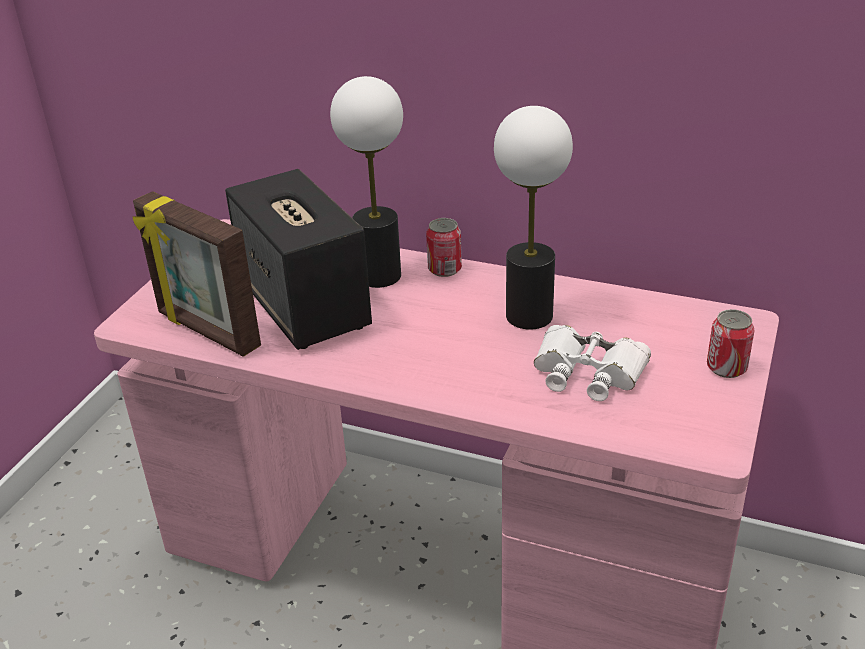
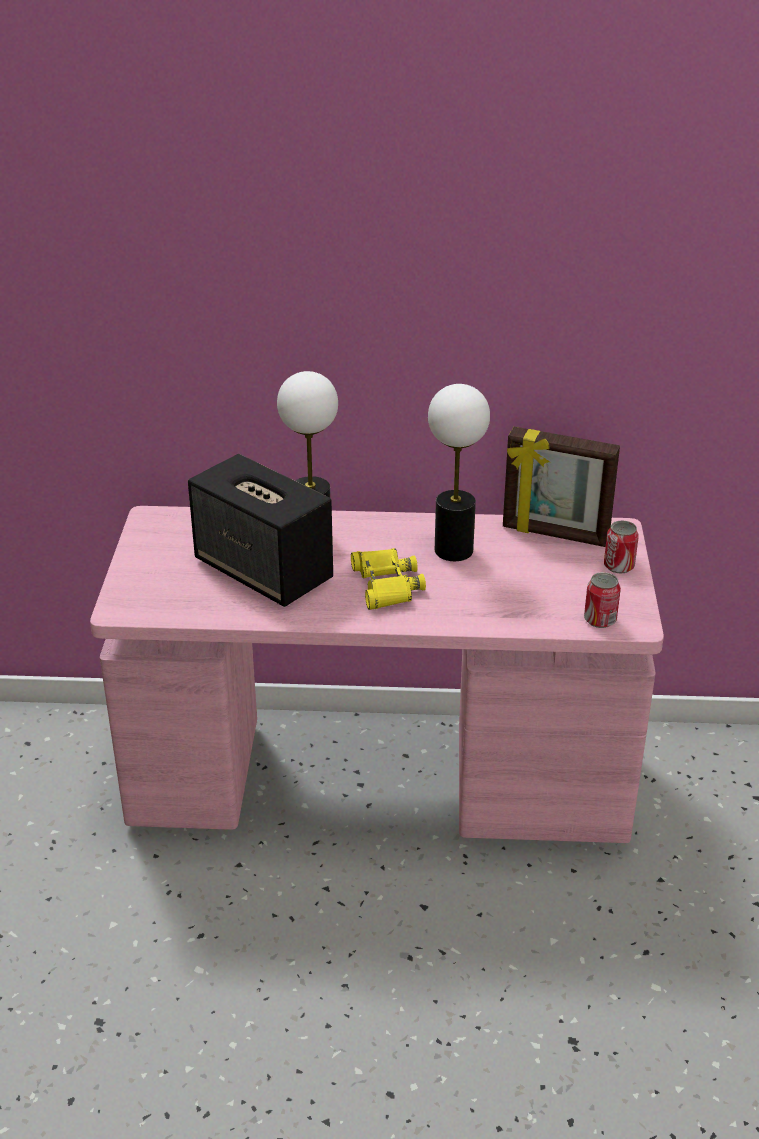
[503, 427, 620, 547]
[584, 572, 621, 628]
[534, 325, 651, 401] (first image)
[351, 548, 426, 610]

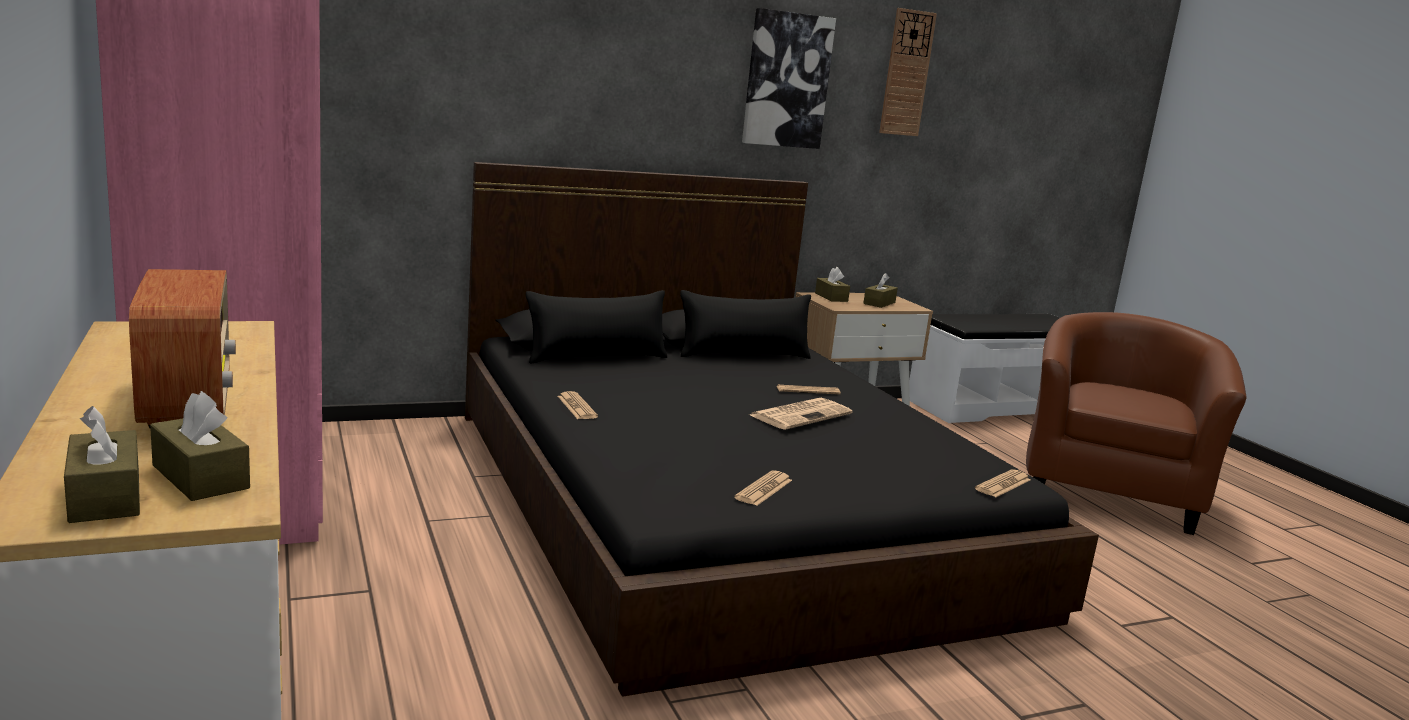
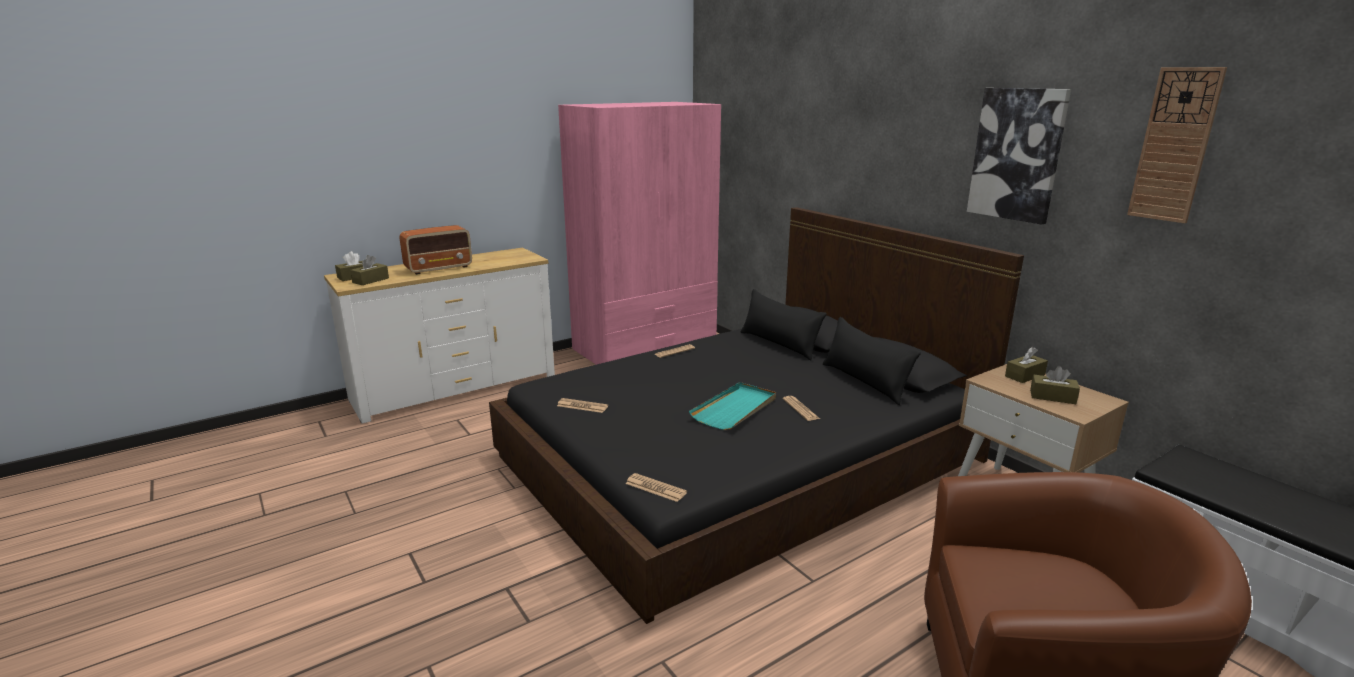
[689, 382, 776, 430]

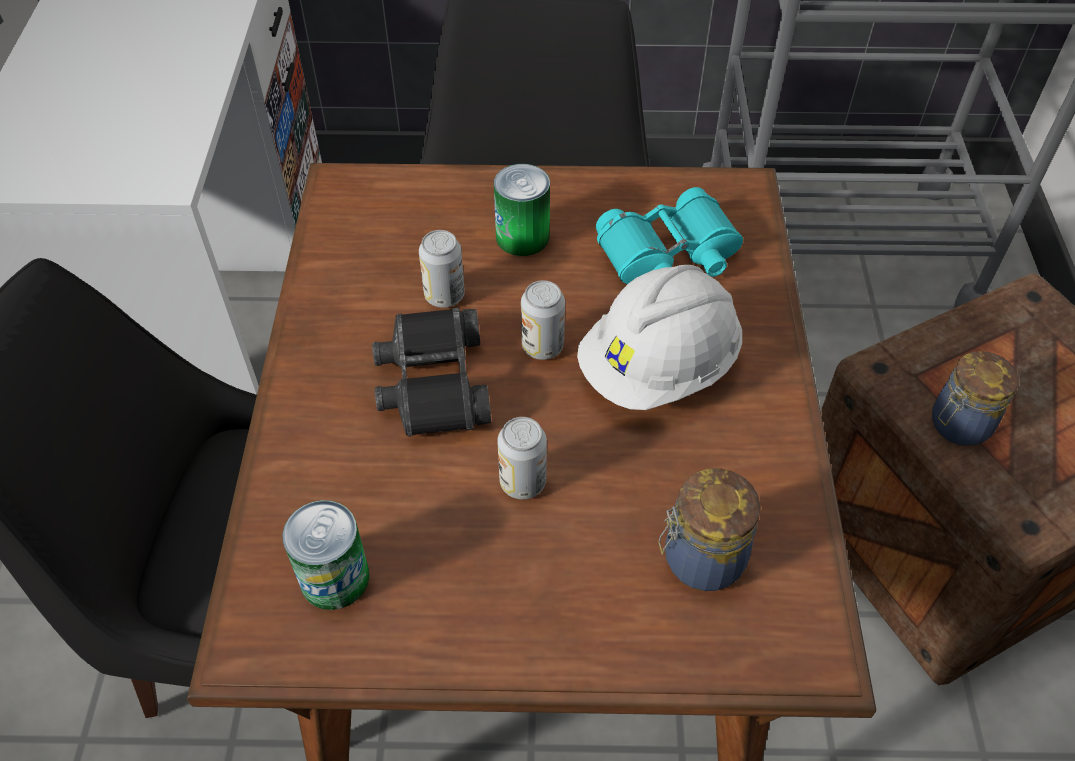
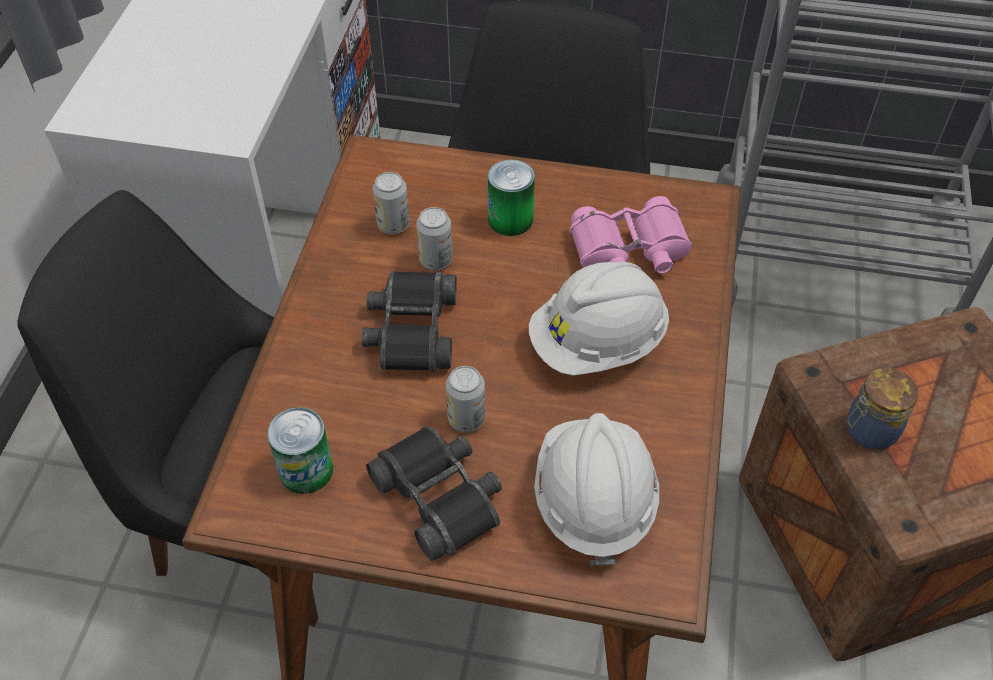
[373, 172, 410, 234]
[569, 196, 692, 274]
[534, 413, 659, 565]
[366, 426, 502, 561]

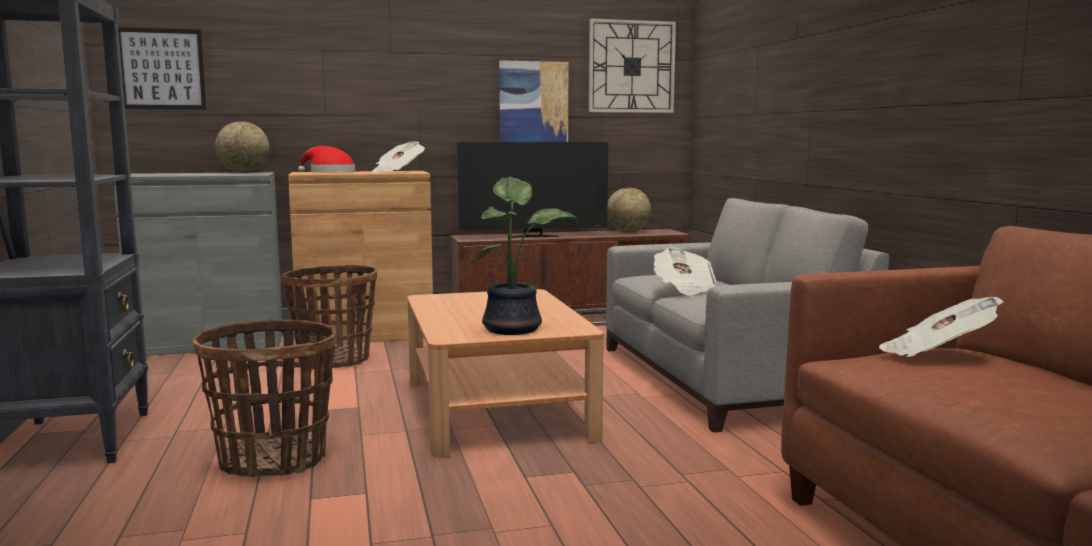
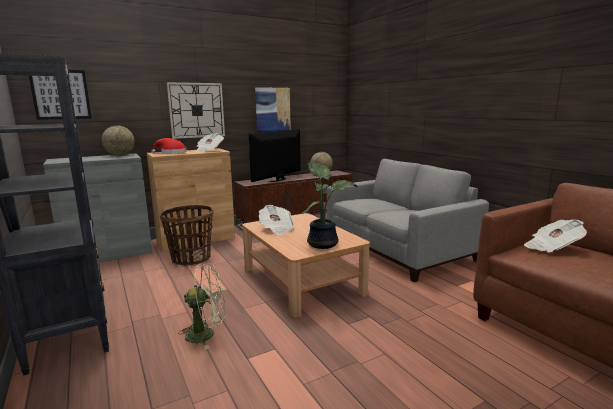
[178, 263, 225, 349]
[249, 129, 301, 182]
[167, 82, 225, 139]
[259, 205, 294, 235]

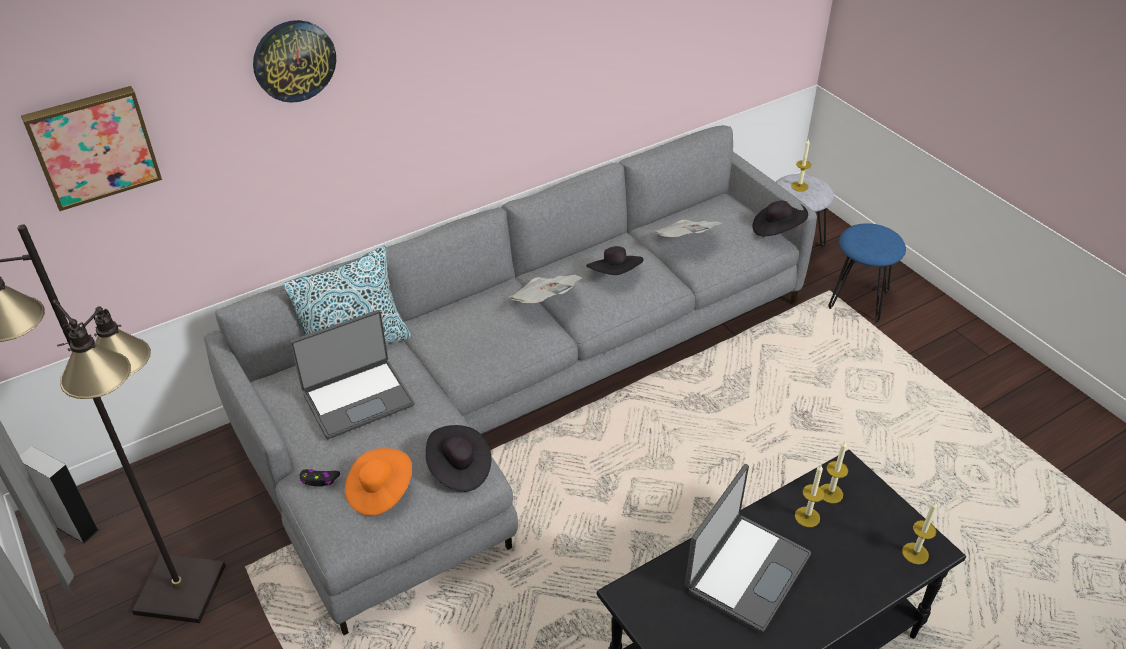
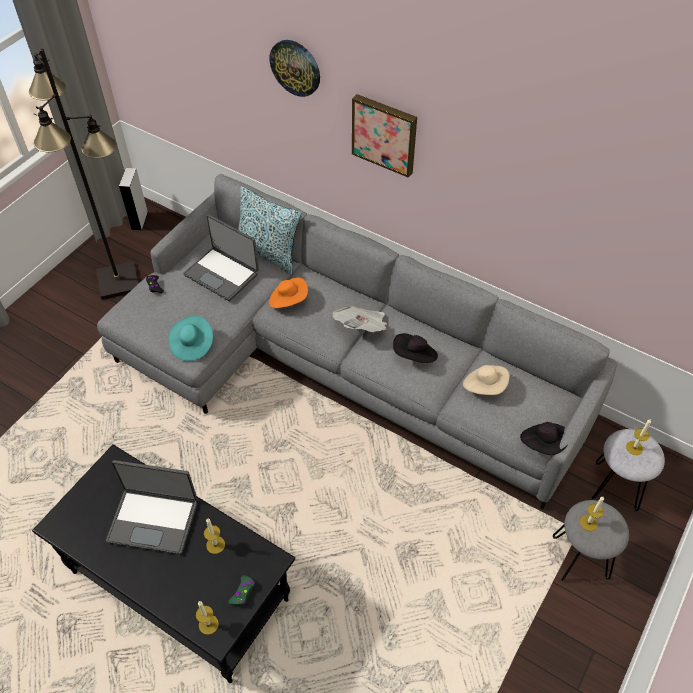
[352, 94, 417, 178]
[269, 278, 308, 308]
[168, 315, 213, 361]
[463, 365, 510, 395]
[580, 496, 604, 531]
[553, 500, 629, 582]
[228, 575, 255, 605]

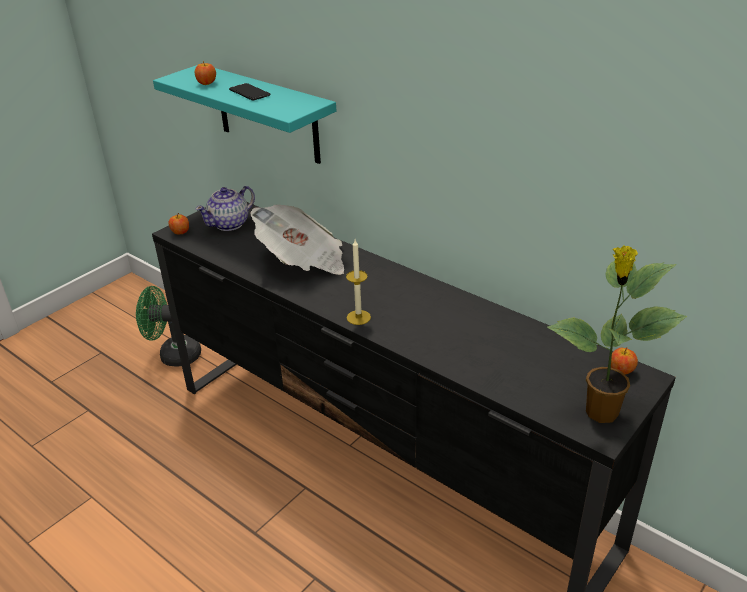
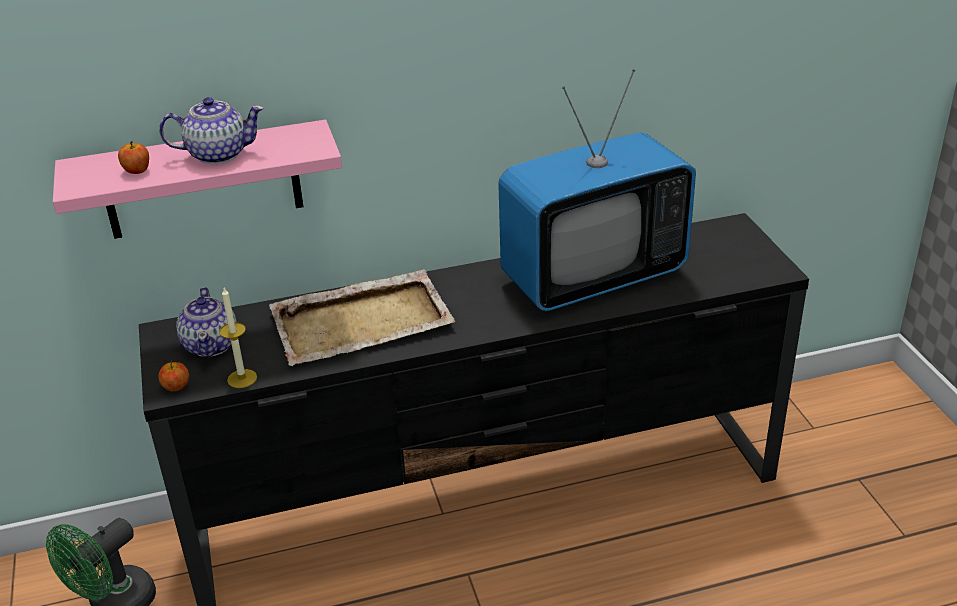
[53, 120, 342, 239]
[159, 97, 264, 164]
[269, 269, 455, 366]
[219, 288, 257, 388]
[547, 246, 687, 423] (first image)
[611, 347, 638, 375] (first image)
[498, 69, 696, 311]

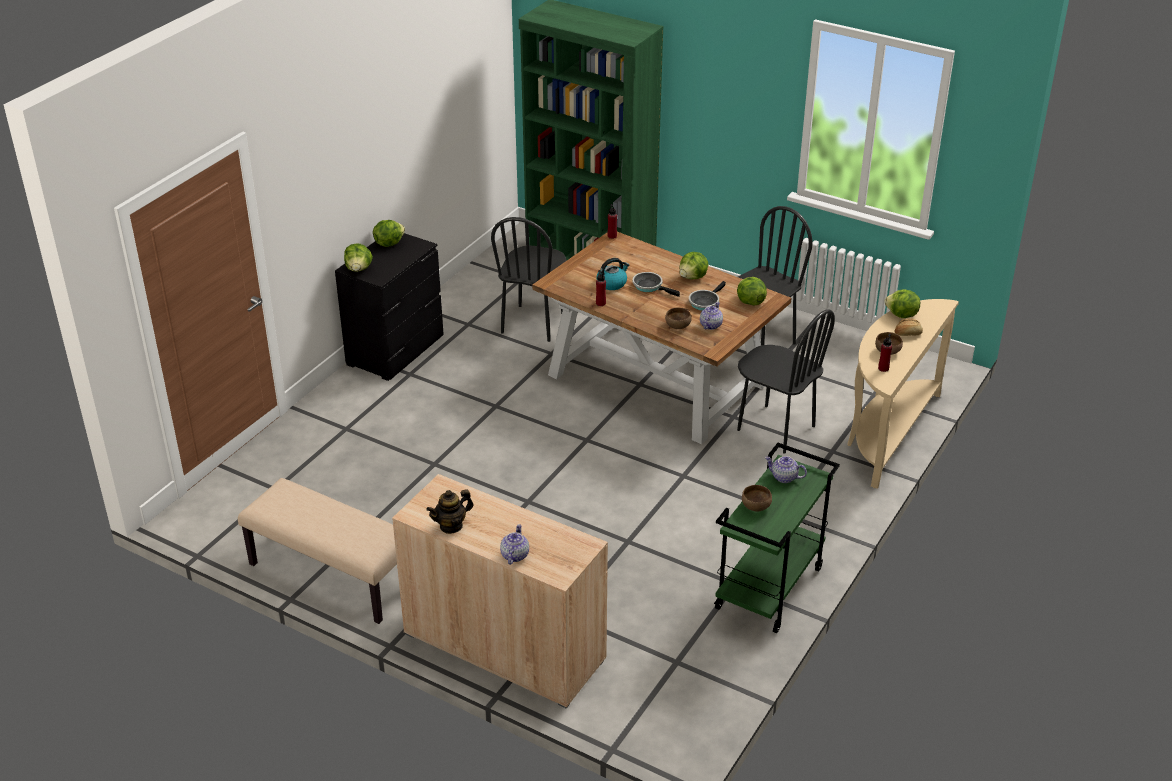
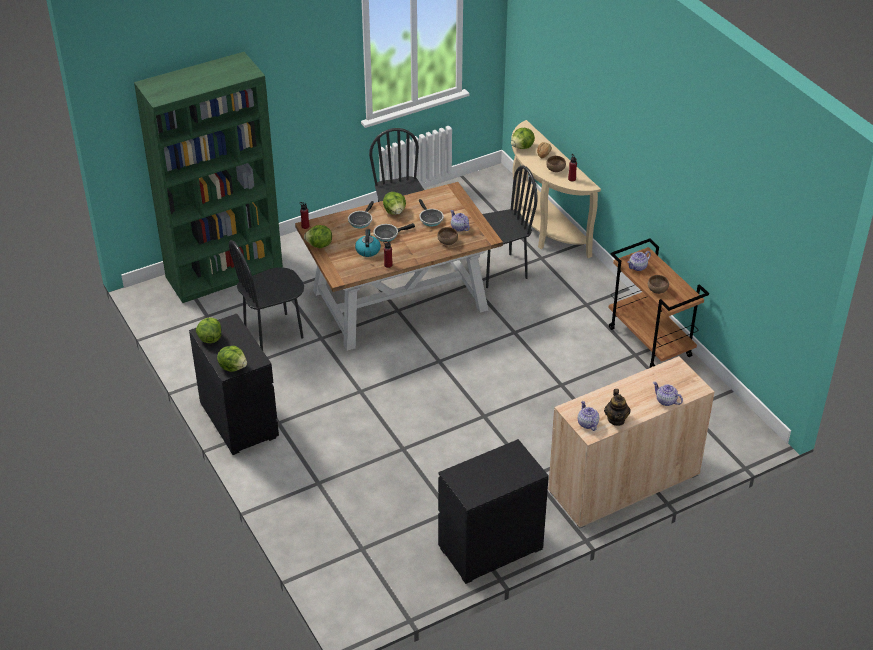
[438, 439, 549, 584]
[229, 240, 304, 350]
[609, 238, 709, 368]
[304, 225, 332, 248]
[348, 201, 374, 228]
[578, 401, 599, 431]

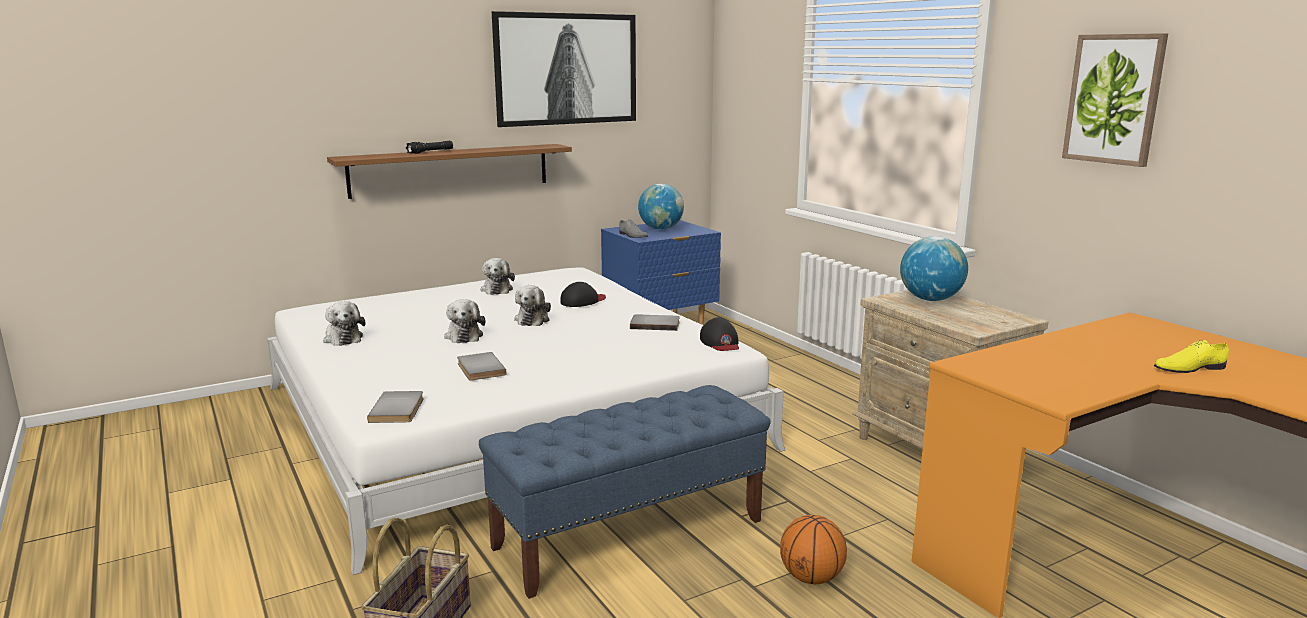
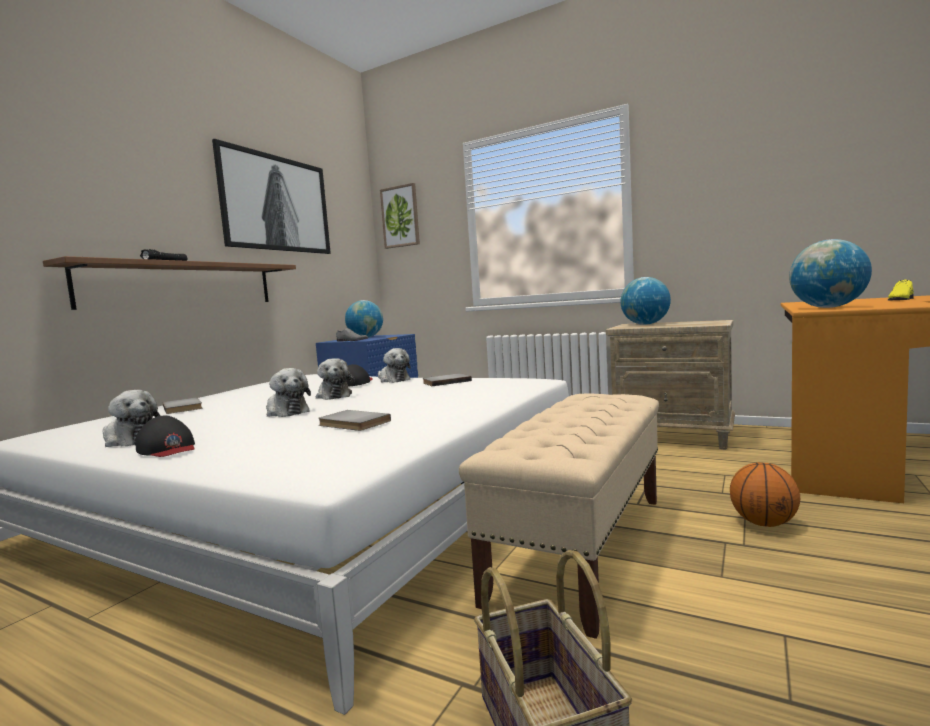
[163, 397, 203, 414]
[459, 393, 659, 639]
[378, 348, 410, 383]
[135, 416, 195, 457]
[380, 183, 420, 249]
[789, 239, 872, 308]

